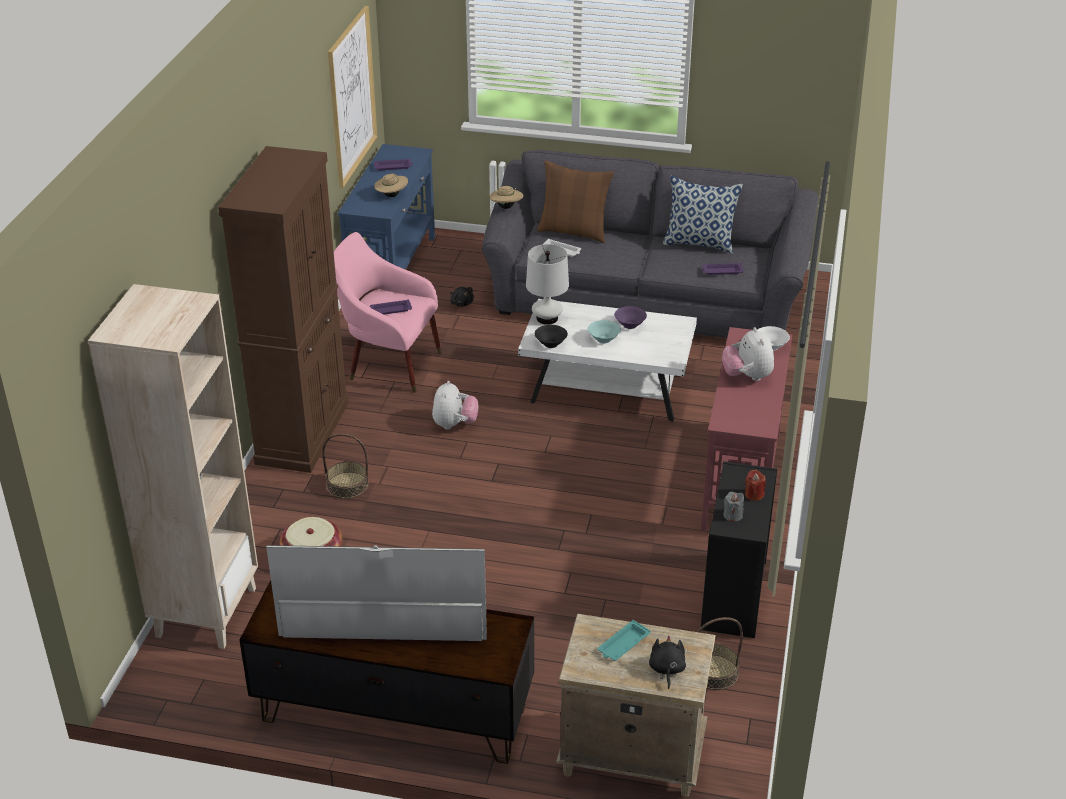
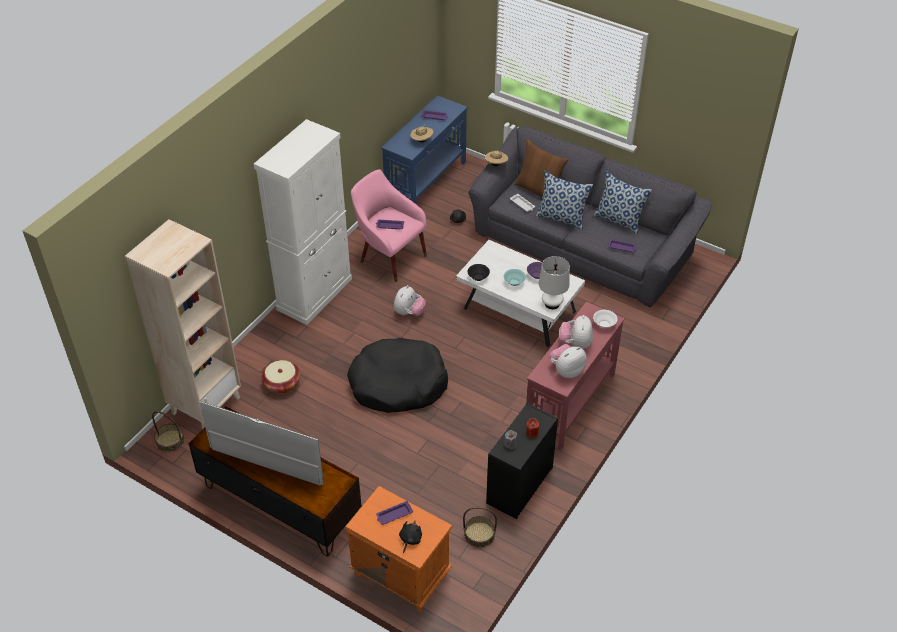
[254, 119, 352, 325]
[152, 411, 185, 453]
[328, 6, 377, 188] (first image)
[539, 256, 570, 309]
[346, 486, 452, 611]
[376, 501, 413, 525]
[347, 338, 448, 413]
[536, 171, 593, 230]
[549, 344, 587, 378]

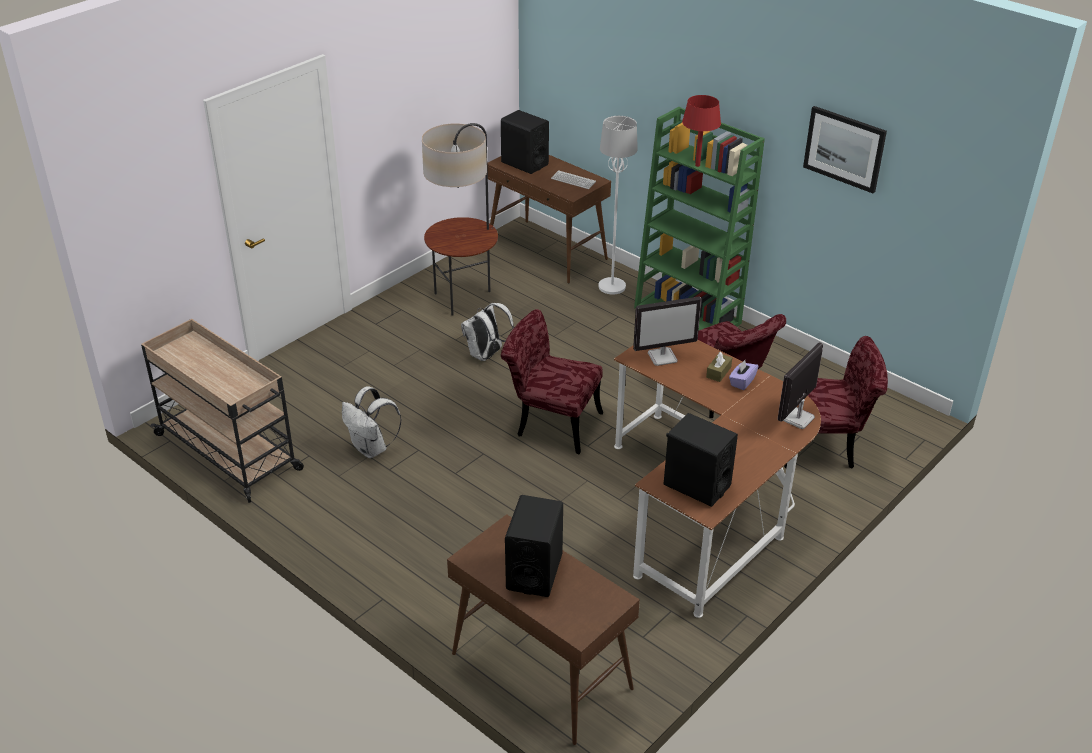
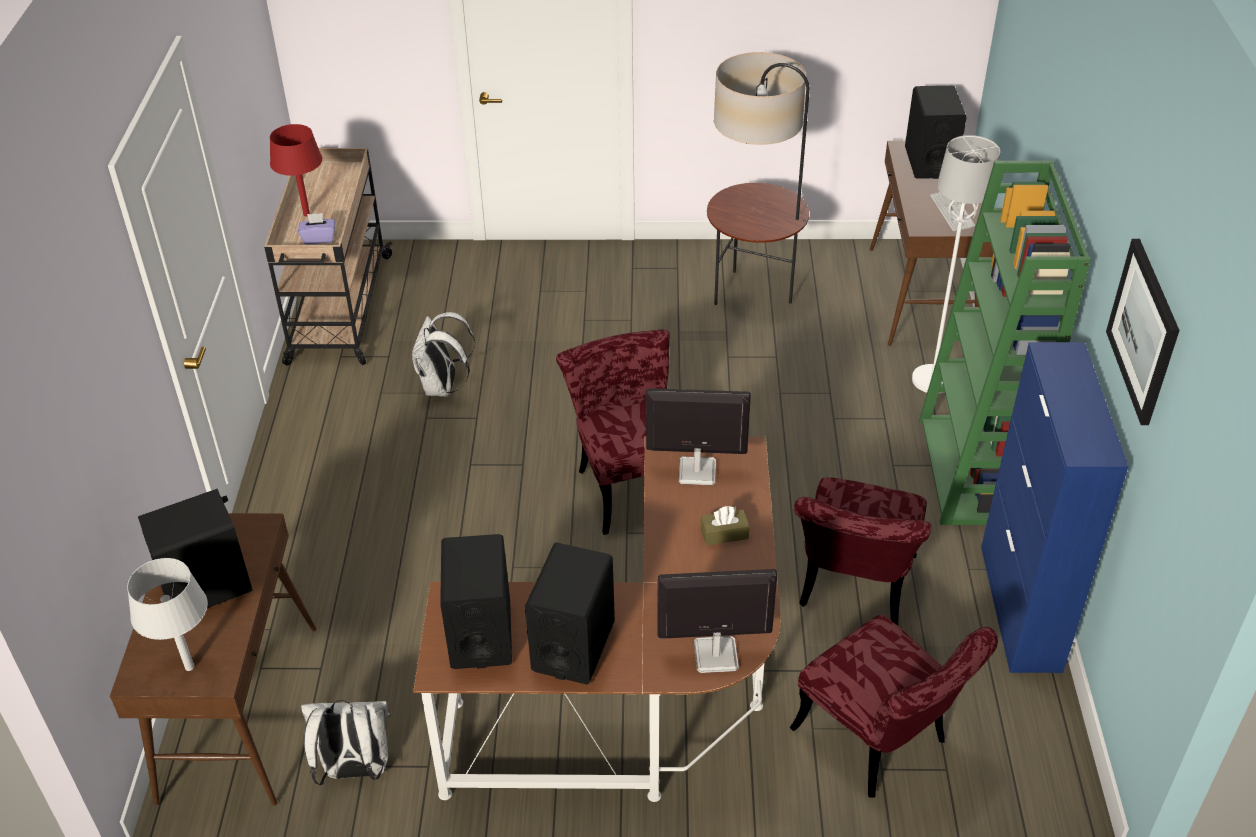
[301, 700, 391, 785]
[646, 388, 751, 485]
[270, 124, 322, 216]
[298, 213, 335, 245]
[127, 558, 208, 671]
[525, 543, 615, 684]
[981, 342, 1129, 673]

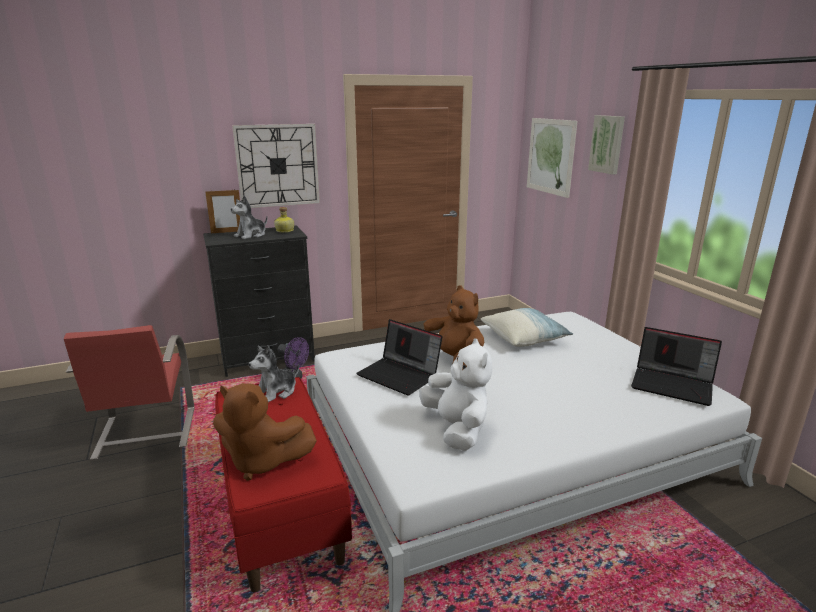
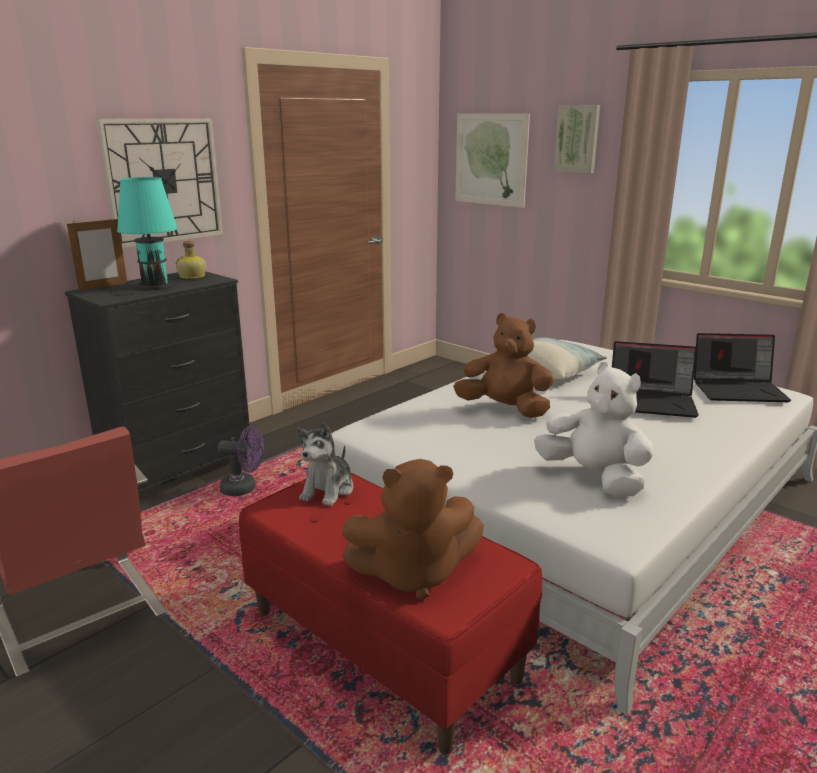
[99, 177, 178, 296]
[612, 341, 699, 418]

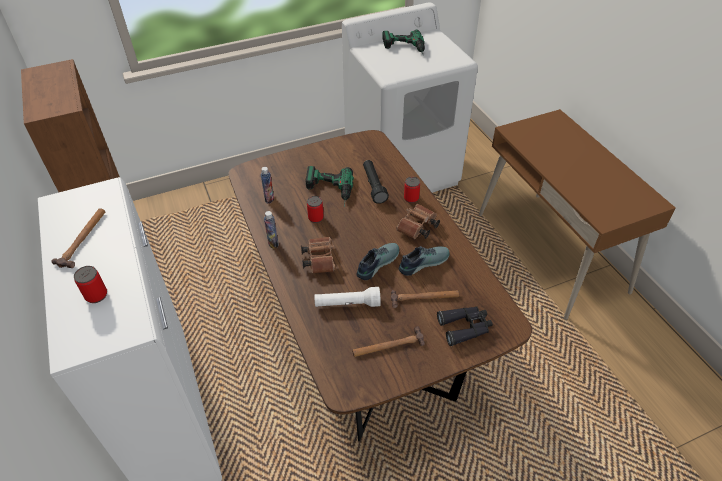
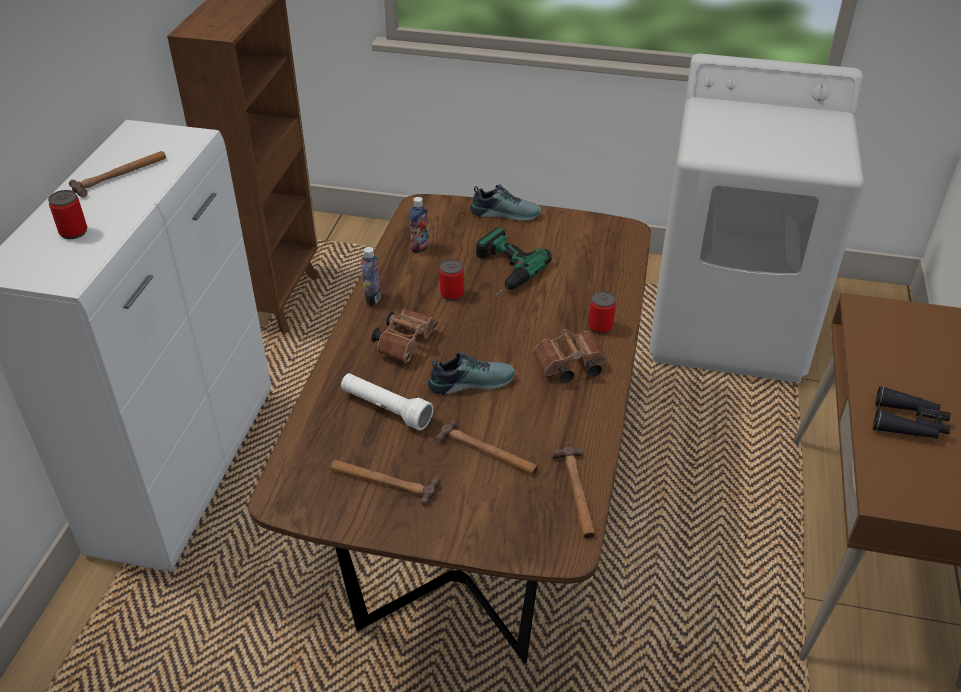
[363, 160, 389, 204] (first image)
[382, 30, 425, 56] (first image)
[470, 184, 541, 221]
[873, 386, 951, 439]
[551, 447, 595, 539]

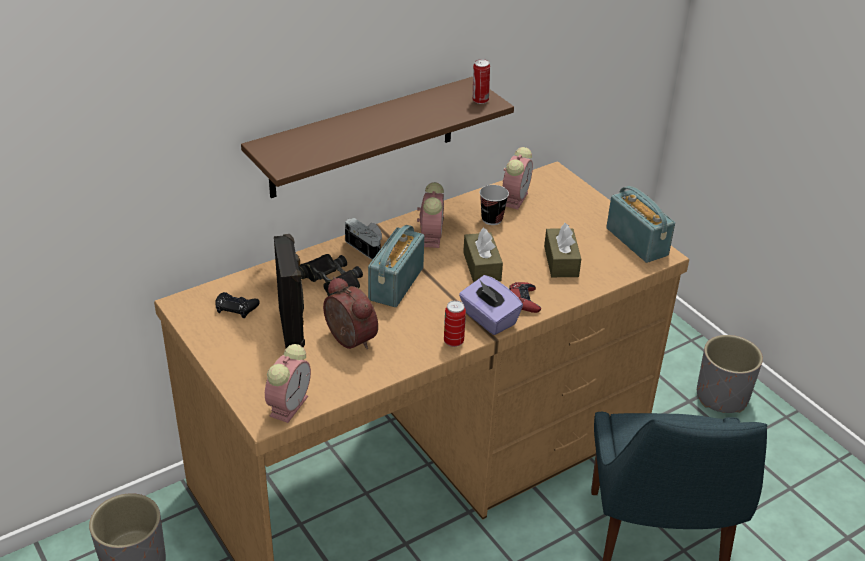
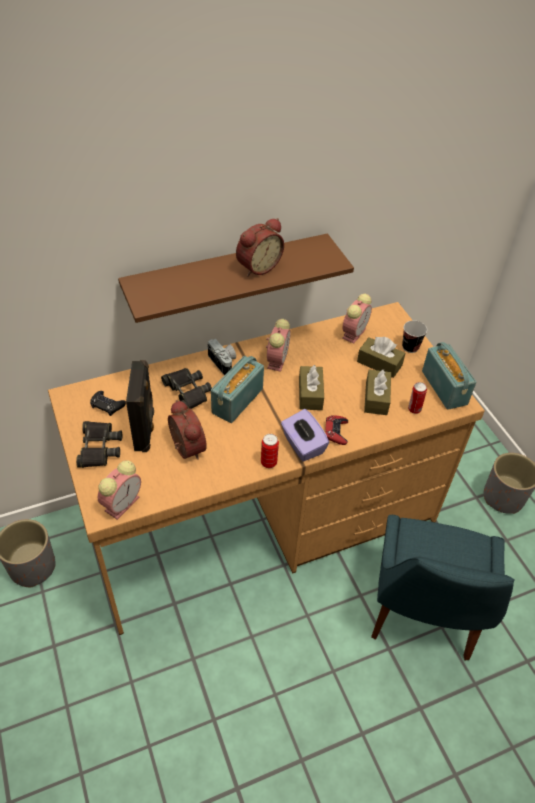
[408, 382, 427, 414]
[402, 320, 427, 353]
[76, 421, 122, 468]
[236, 218, 284, 277]
[357, 337, 406, 378]

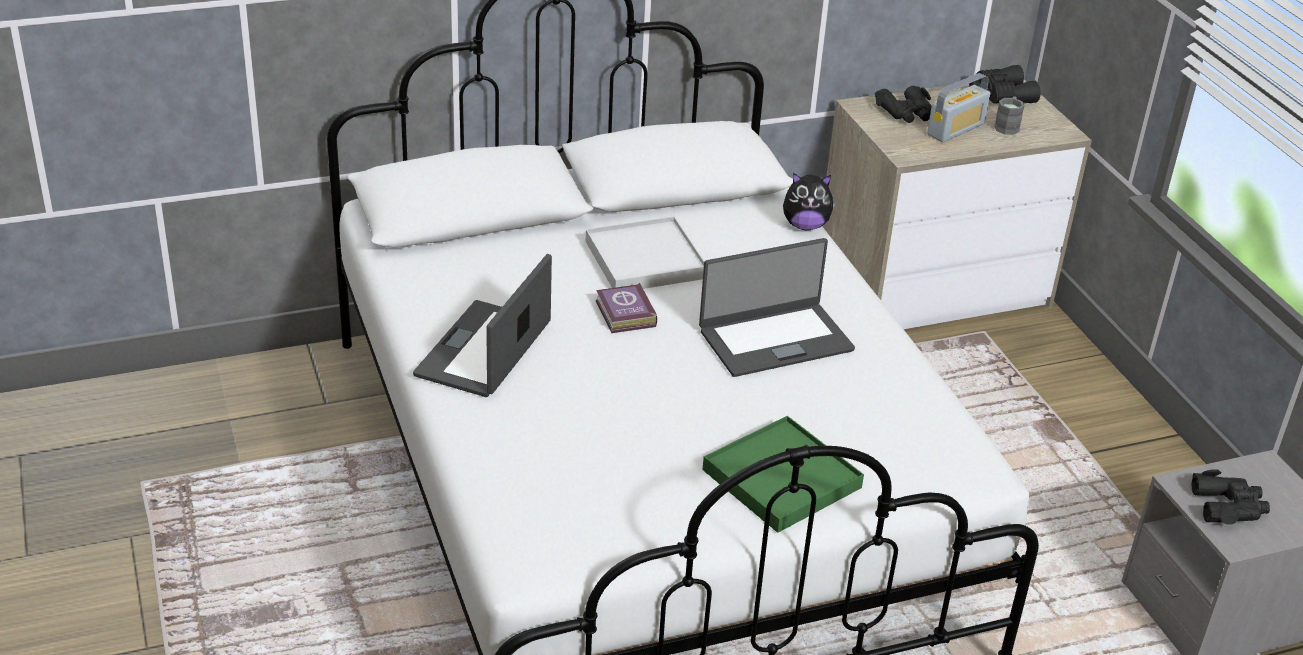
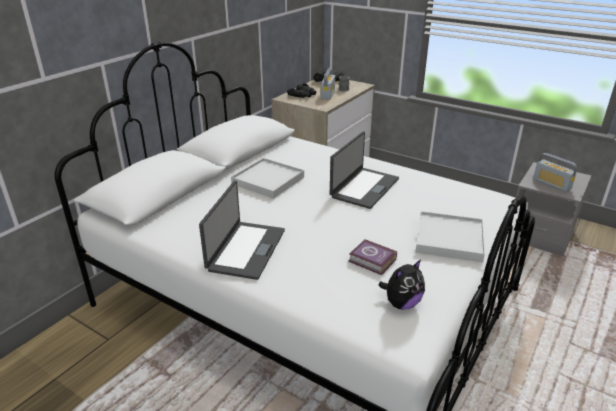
[199, 181, 285, 280]
[348, 239, 397, 275]
[415, 211, 485, 262]
[378, 259, 425, 310]
[533, 153, 577, 192]

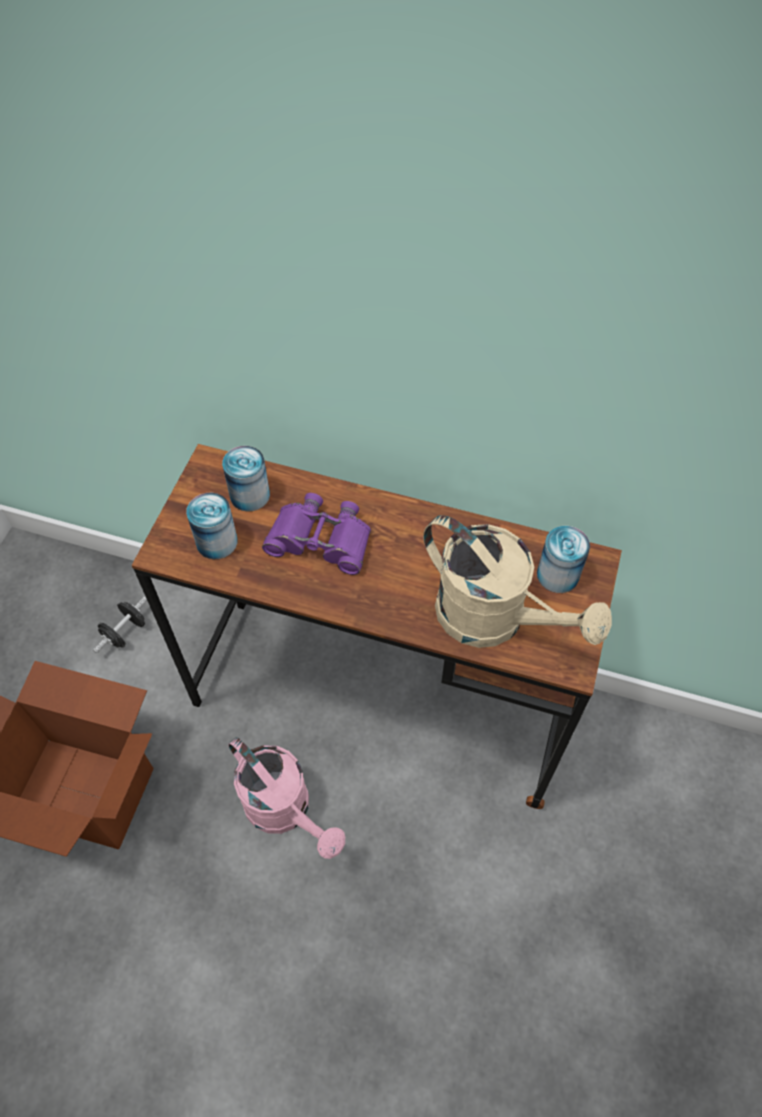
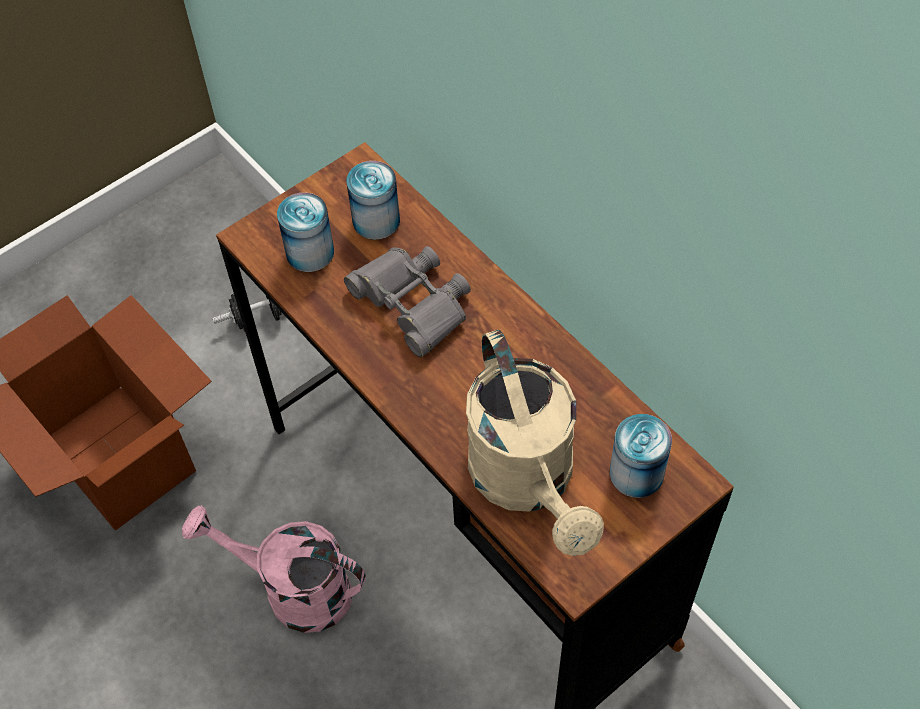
[182, 505, 366, 633]
[344, 246, 471, 358]

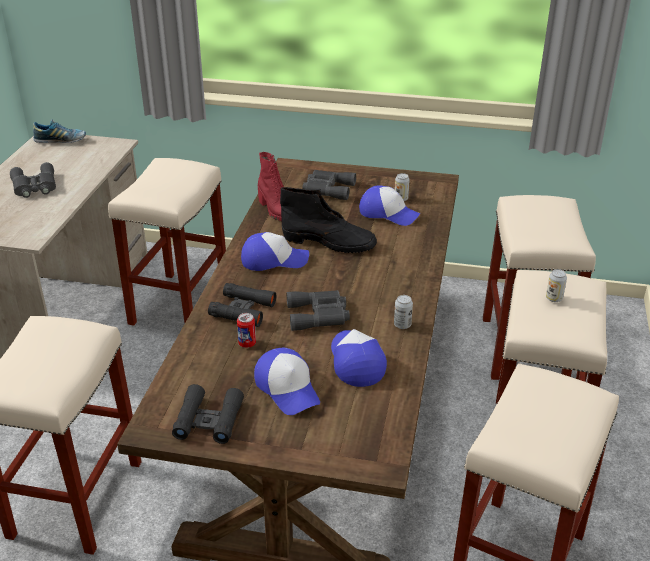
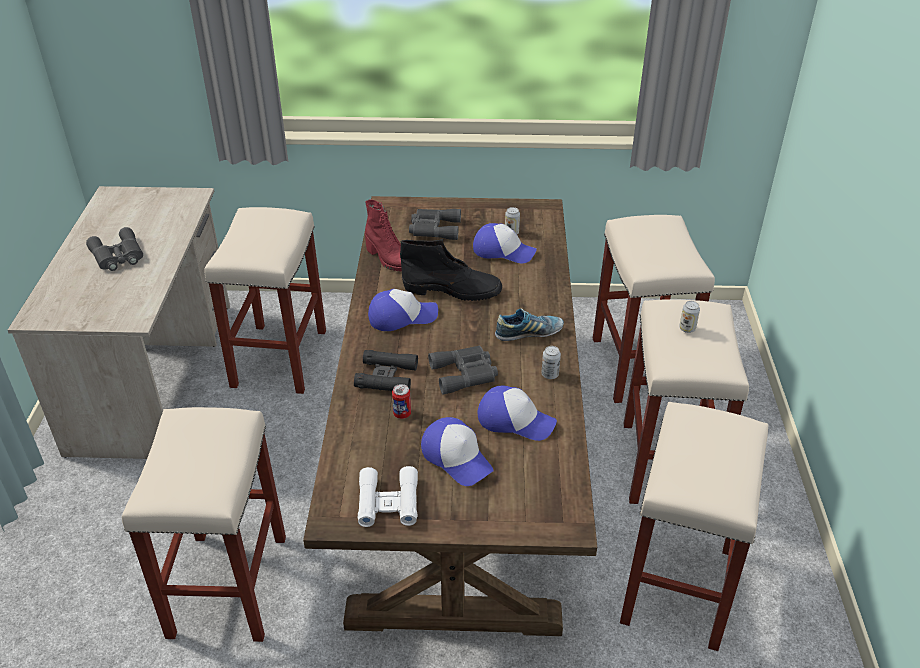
[495, 309, 564, 341]
[358, 466, 418, 527]
[477, 385, 557, 441]

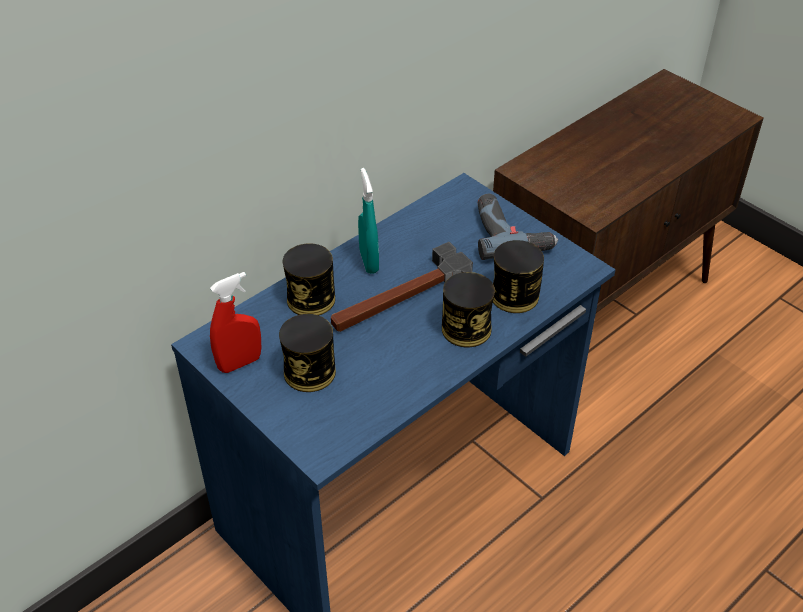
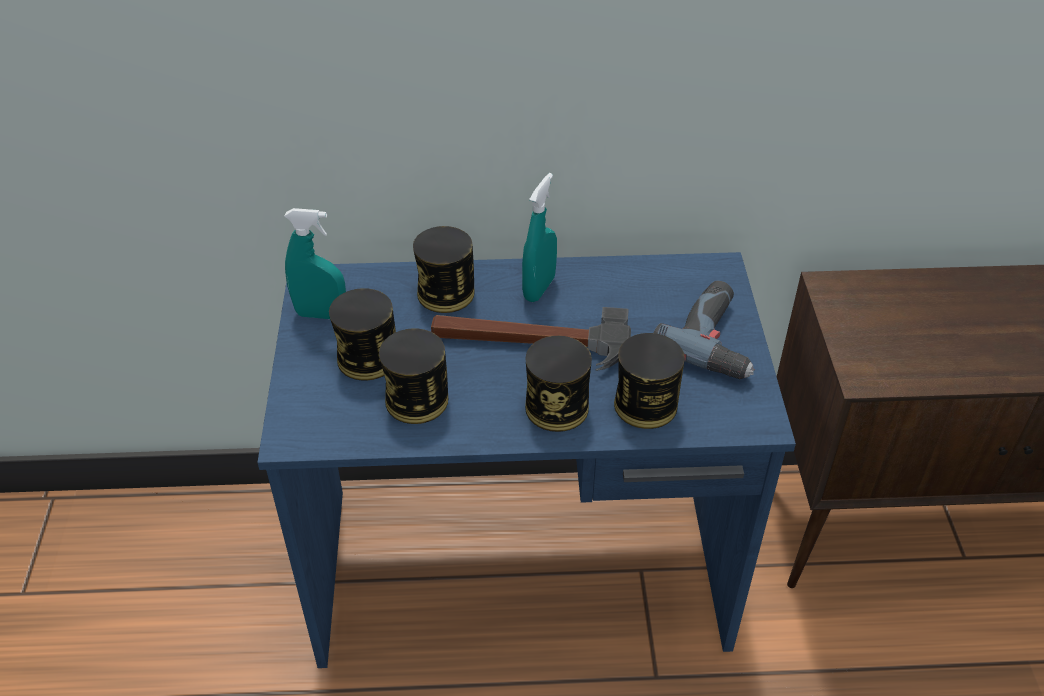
[284, 208, 346, 319]
[379, 328, 448, 424]

